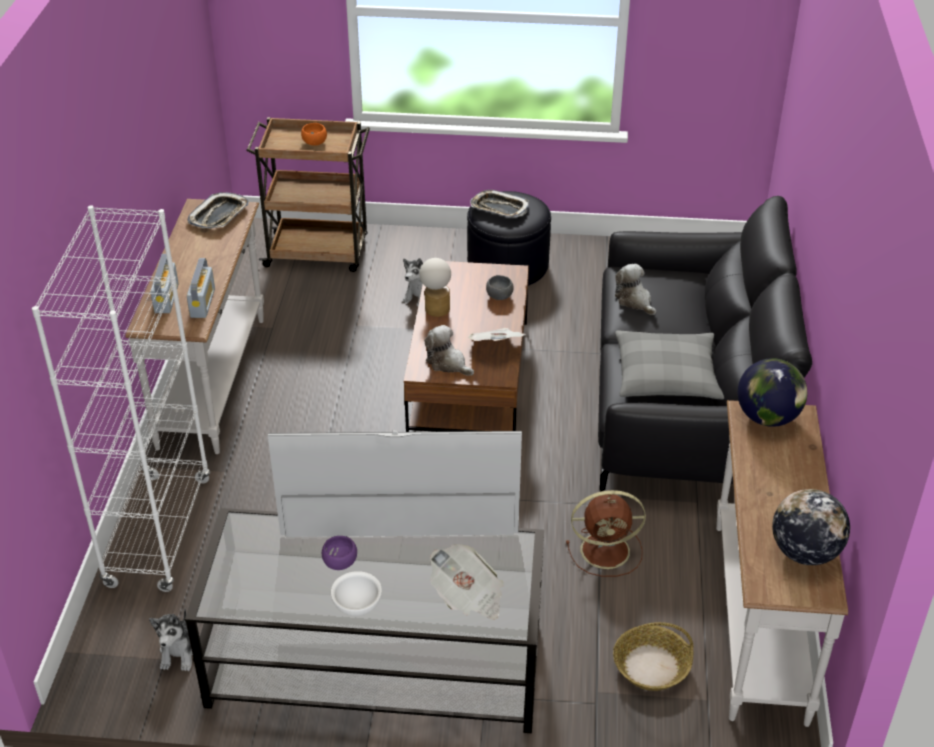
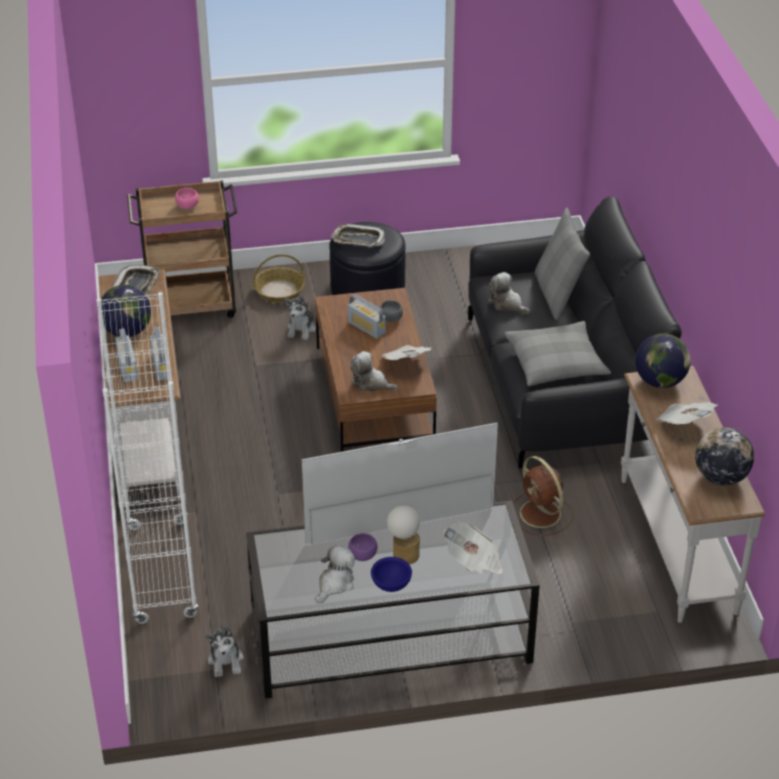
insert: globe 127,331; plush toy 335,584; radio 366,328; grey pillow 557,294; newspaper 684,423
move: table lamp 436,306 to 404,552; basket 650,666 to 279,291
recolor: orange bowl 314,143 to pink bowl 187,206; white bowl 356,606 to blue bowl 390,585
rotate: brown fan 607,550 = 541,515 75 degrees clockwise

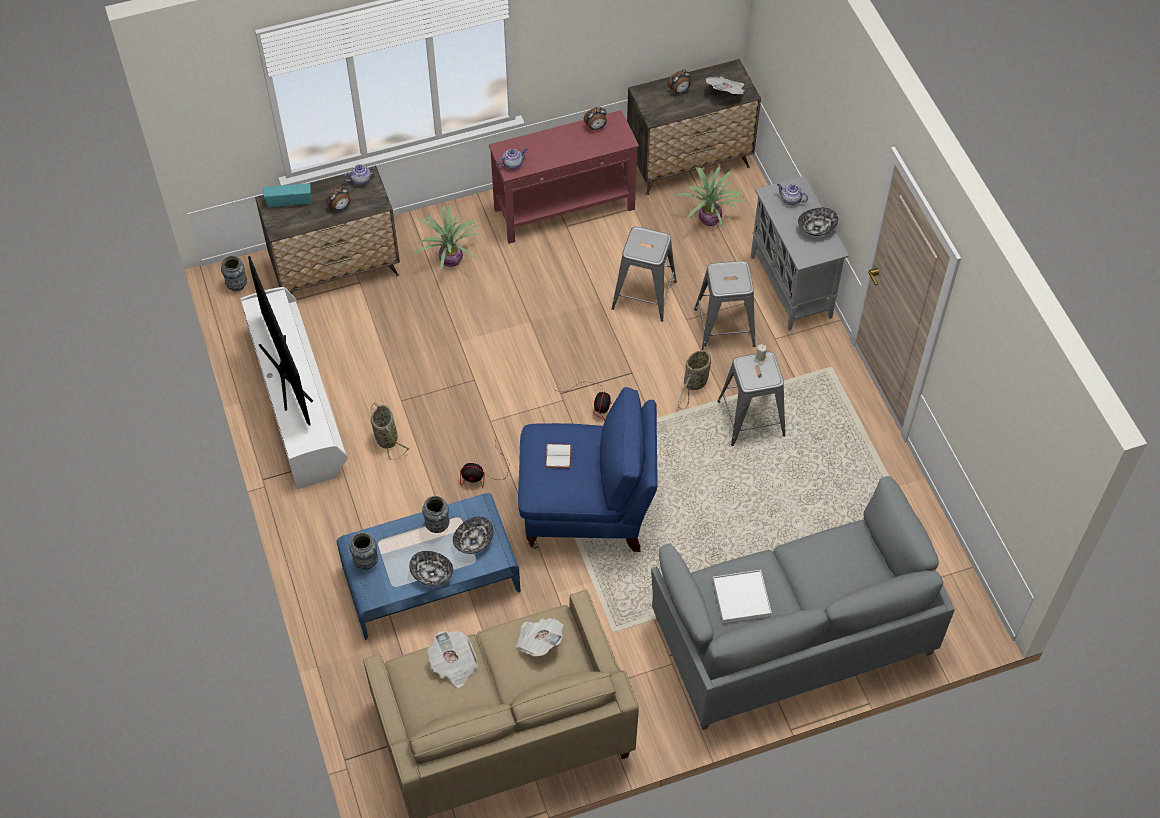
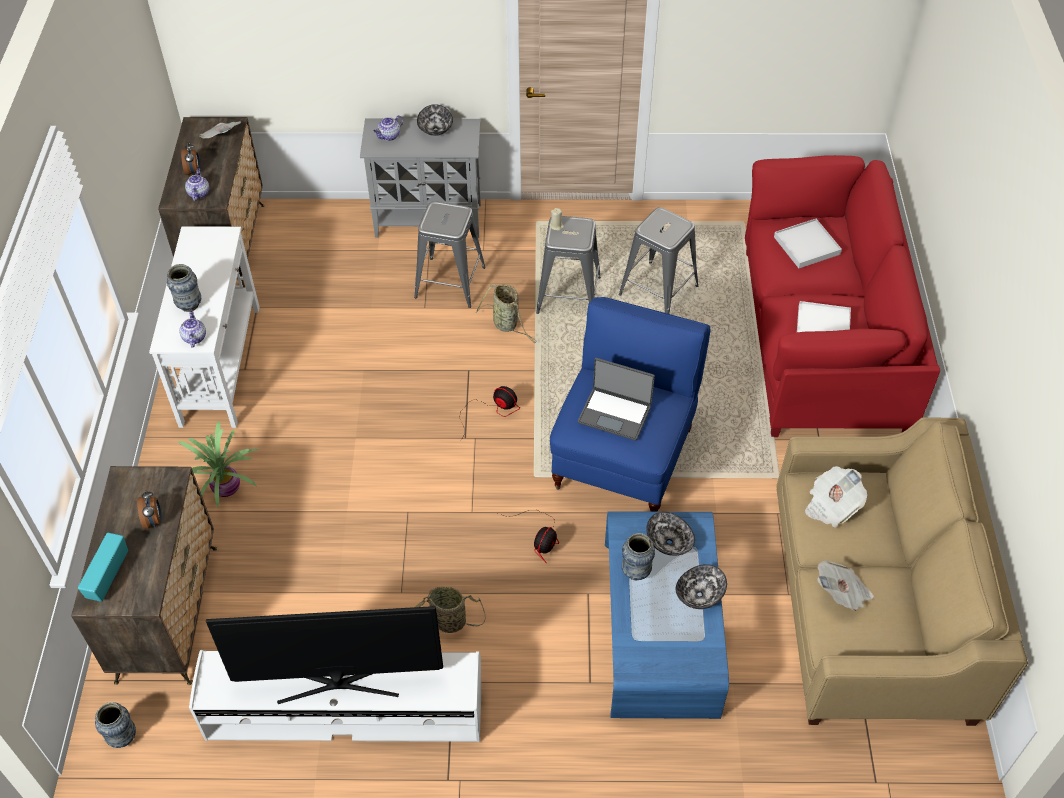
delete: alarm clock 596,127; potted plant 710,219
insert: white tray 807,245
move: teapot 361,180 to 198,193; vase 366,562 to 189,305; grey stool 643,295 to 658,291
replace: white book 559,457 to laptop 615,413
recolor: red console table 565,209 to white console table 221,364; grey sofa 792,634 to red sofa 821,339

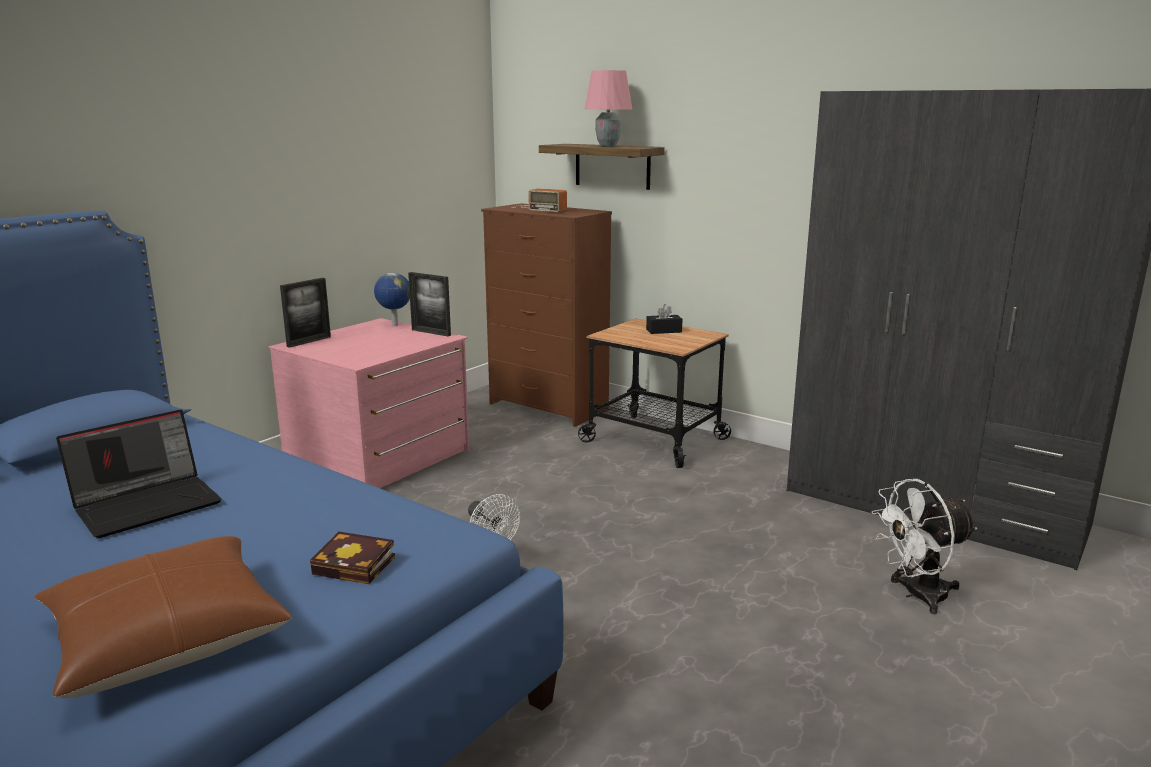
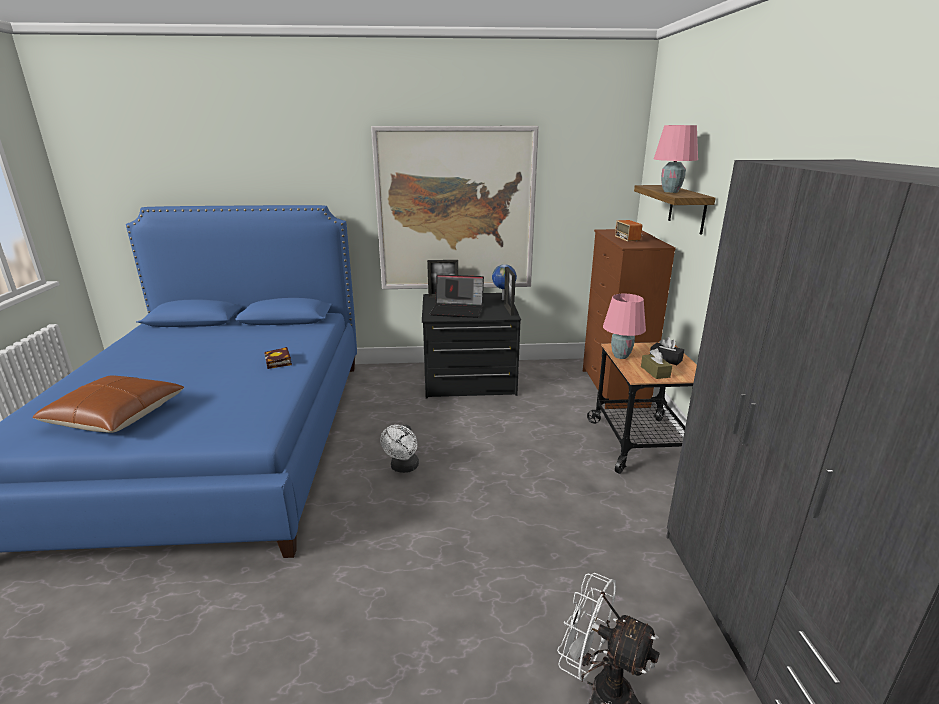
insert: picture 456,210; pink table lamp 620,356; brown tissue box 655,372
move: laptop 149,504 to 458,310; book 358,565 to 279,362
recolor: pink dresser 380,458 to black dresser 469,379

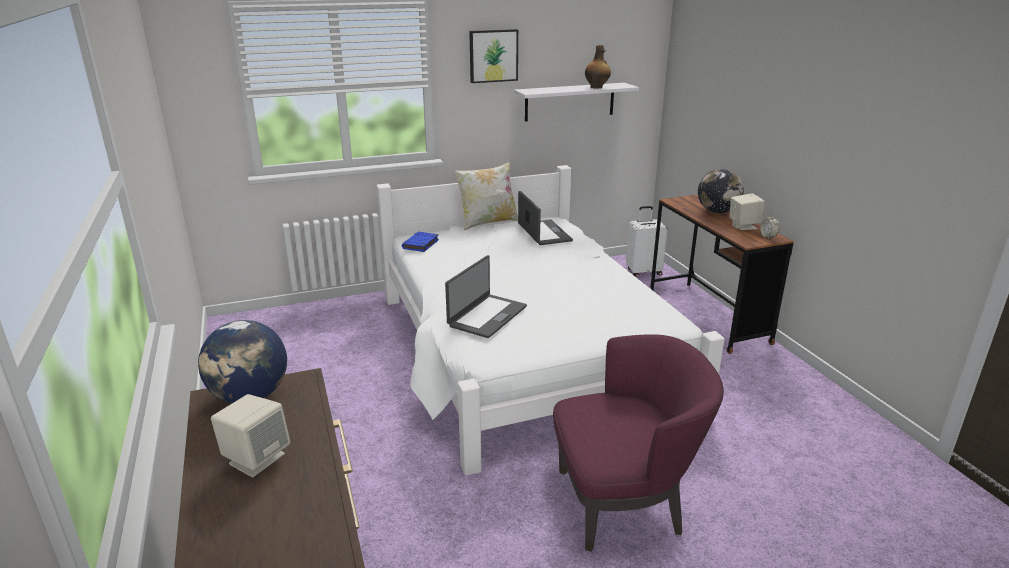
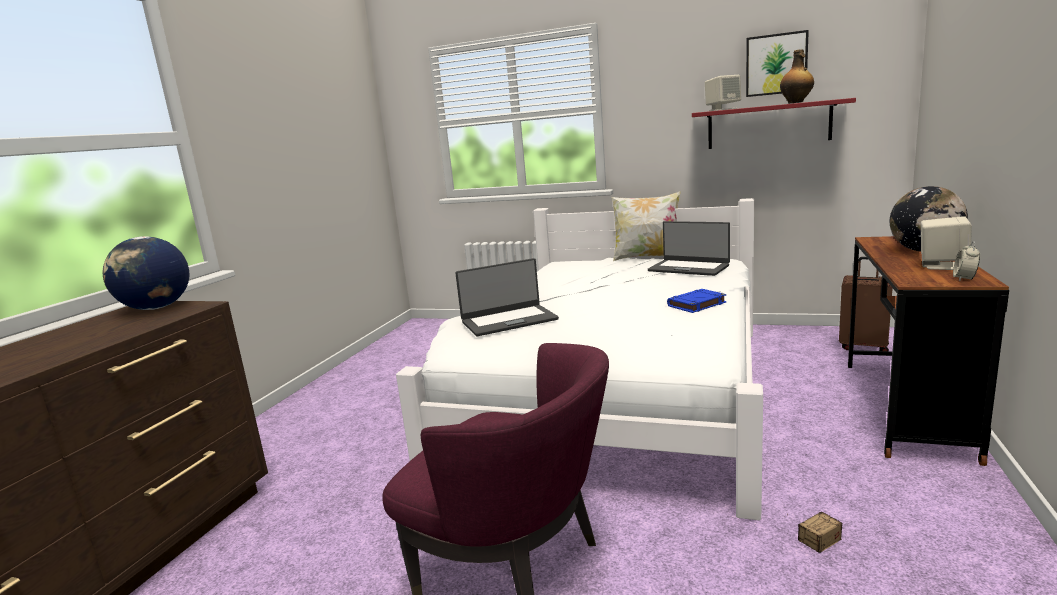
insert: storage box 803,550
move: beige speaker 256,458 to 722,109; blue book 420,244 to 696,304; picture 493,55 to 776,64
recolor: white shelf 569,101 to red shelf 768,125; white suitcase 643,272 to brown suitcase 863,346
rotate: laptop 543,233 = 689,268 105 degrees clockwise

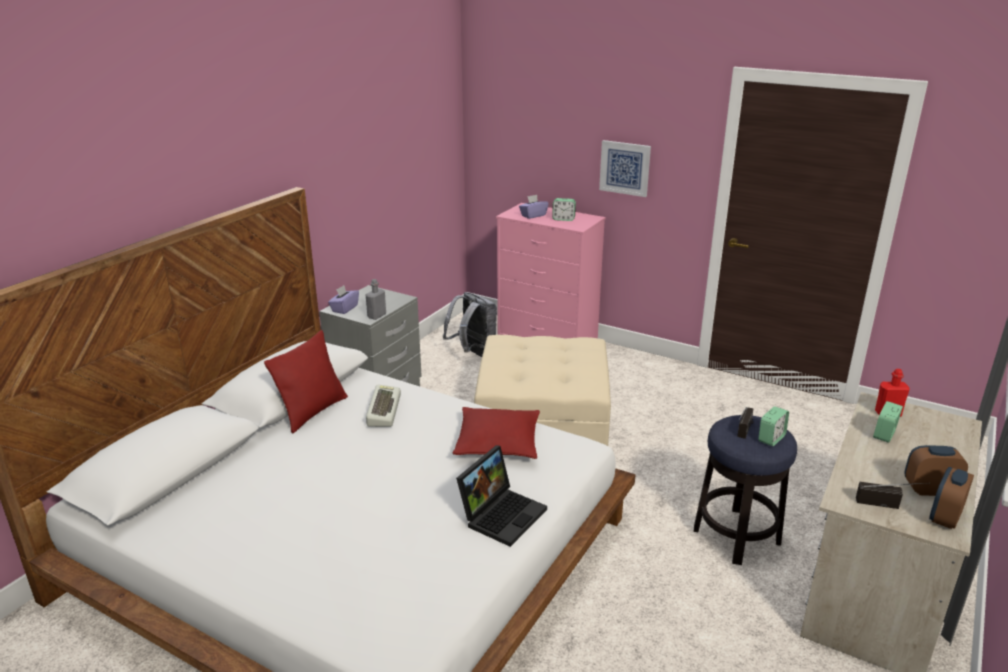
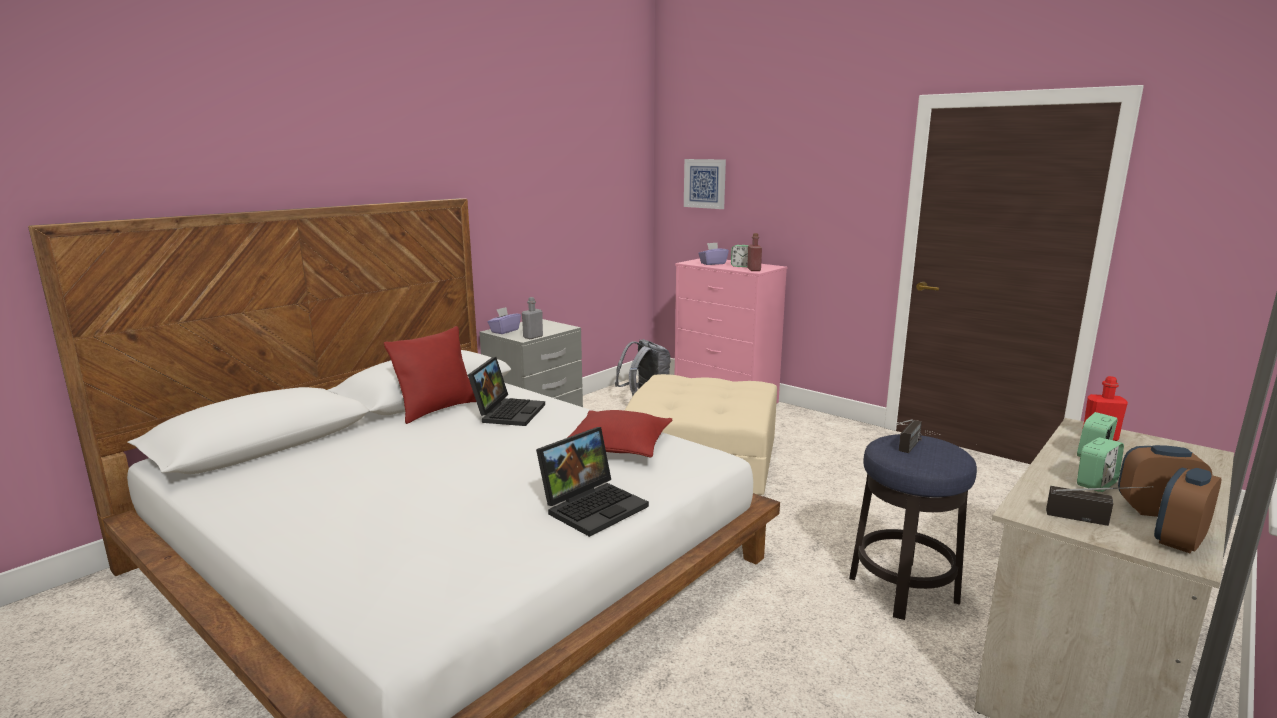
insert: red bottle 754,270
move: picture 625,168 to 705,183; alarm clock 771,438 to 1096,484
replace: keyboard 382,410 to laptop 508,412

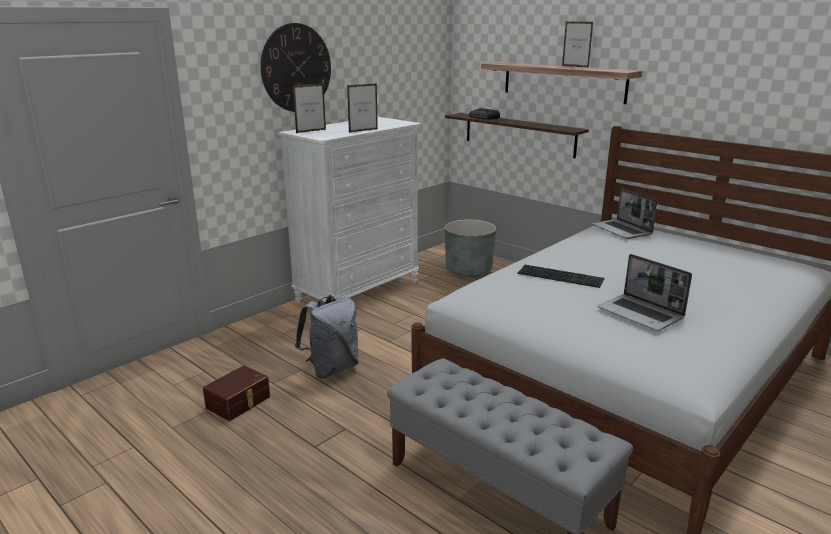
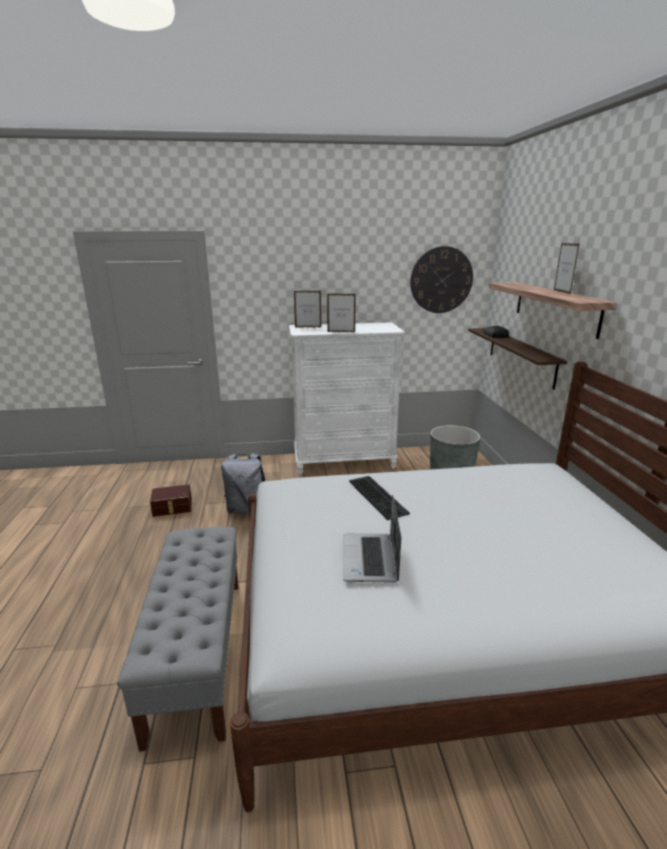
delete: laptop 622,230
move: wall clock 296,68 to 441,280

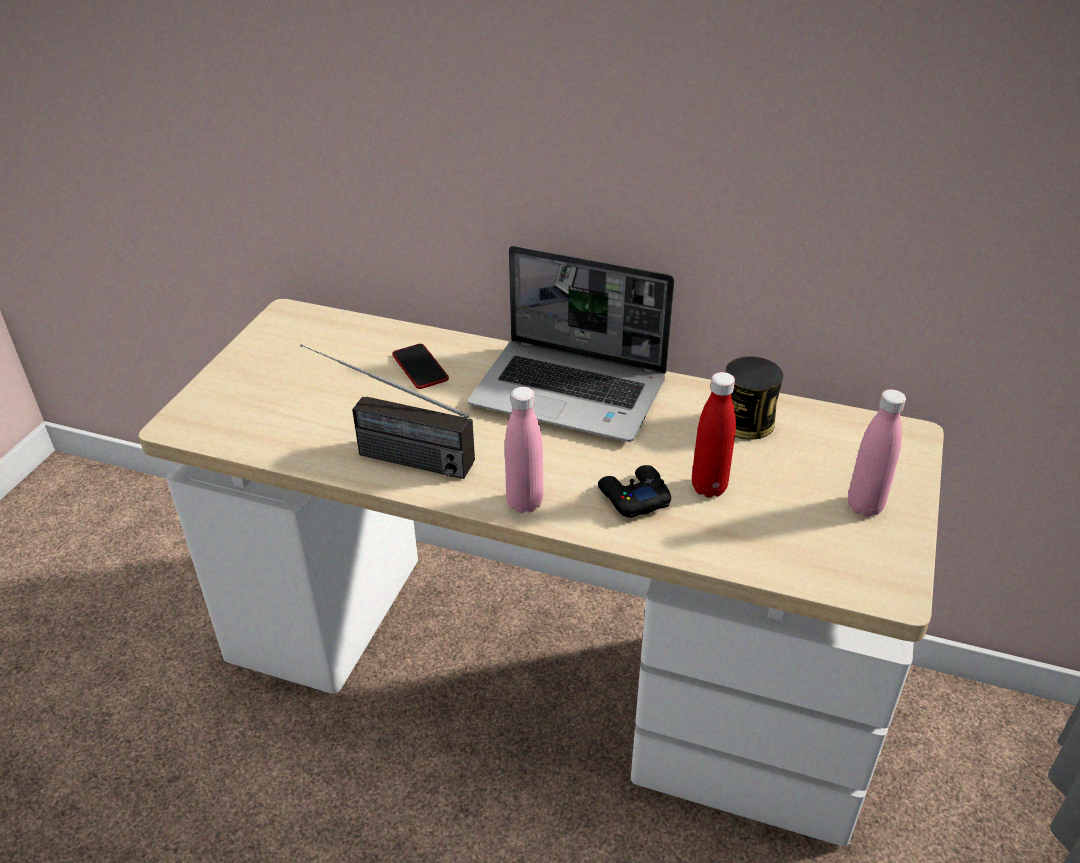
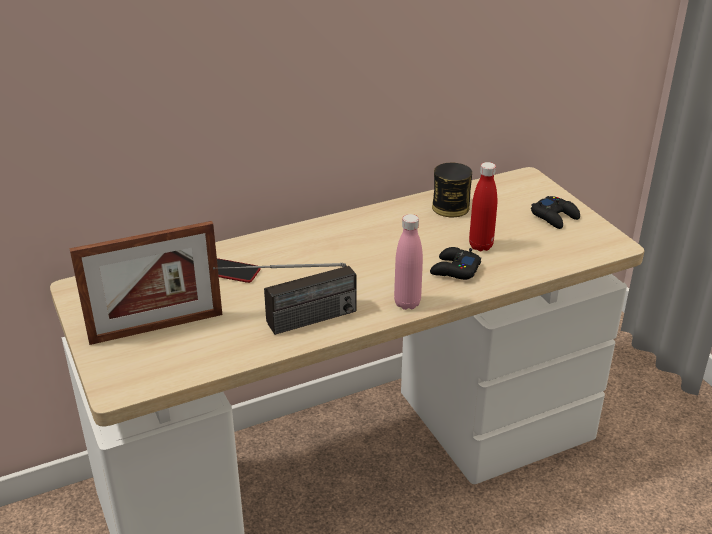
delete: laptop 572,392
insert: picture frame 156,328
replace: pink bottle 864,506 to black game controller 555,217

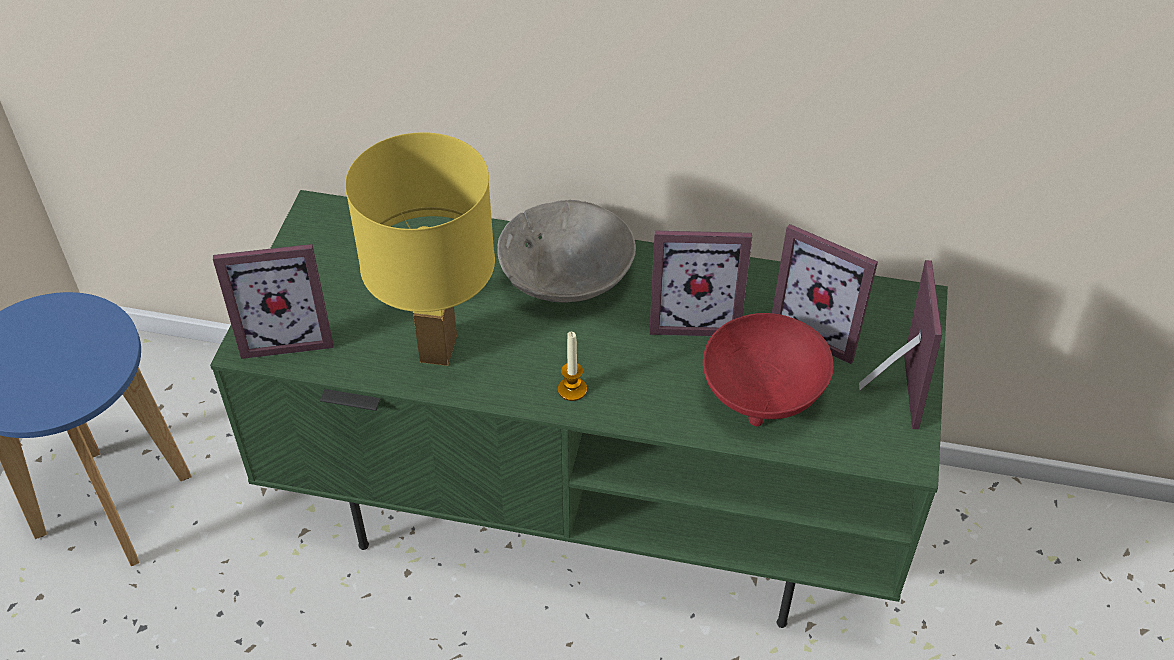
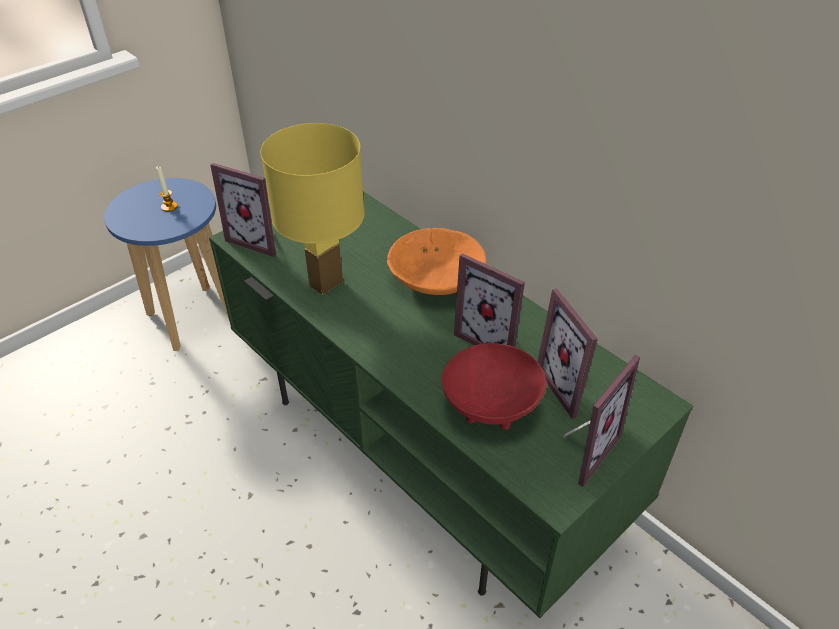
move: candle 572,389 to 169,207
recolor: grey bowl 567,274 to orange bowl 437,279

